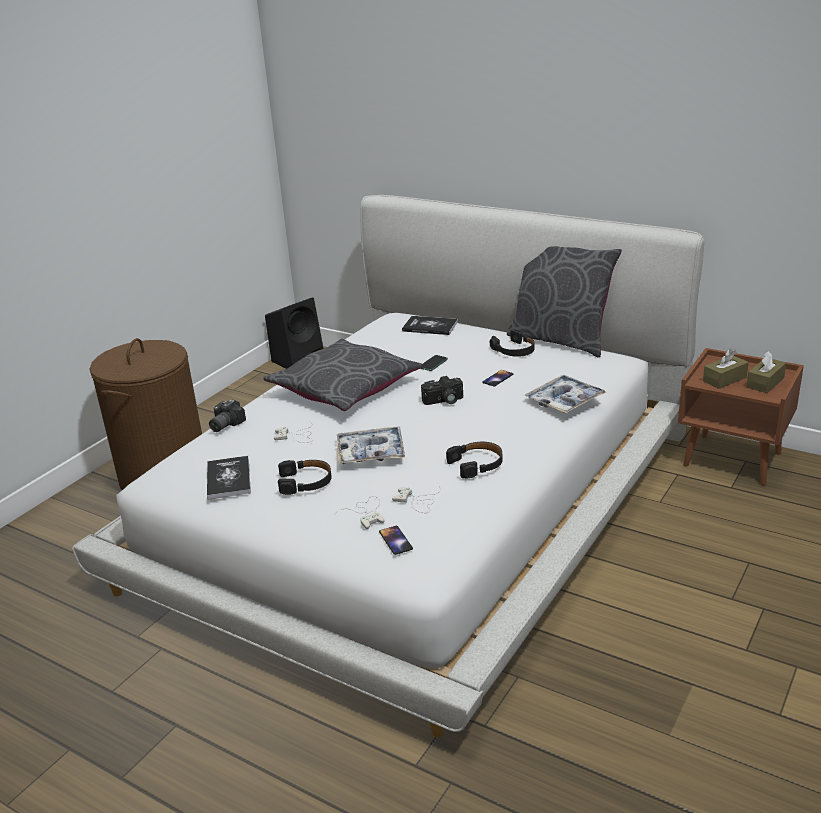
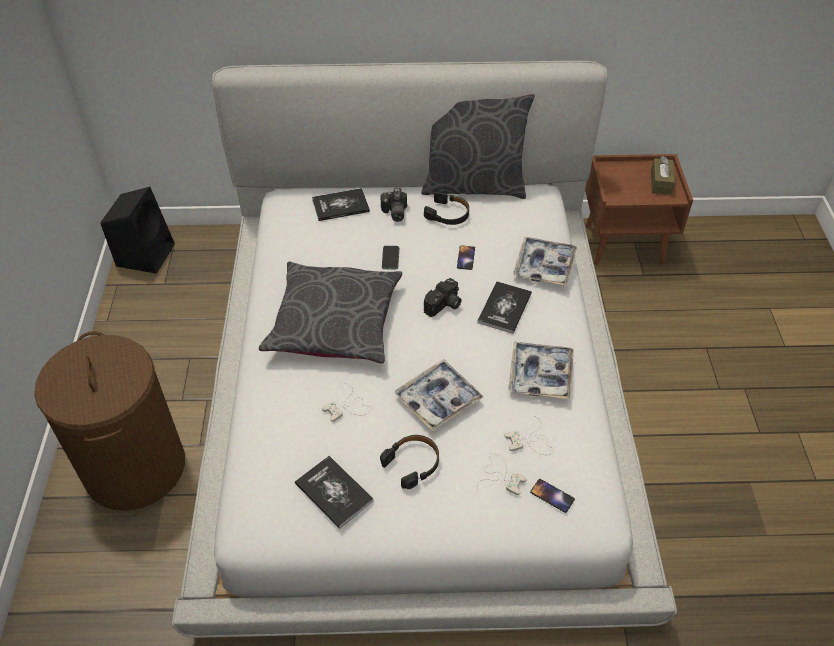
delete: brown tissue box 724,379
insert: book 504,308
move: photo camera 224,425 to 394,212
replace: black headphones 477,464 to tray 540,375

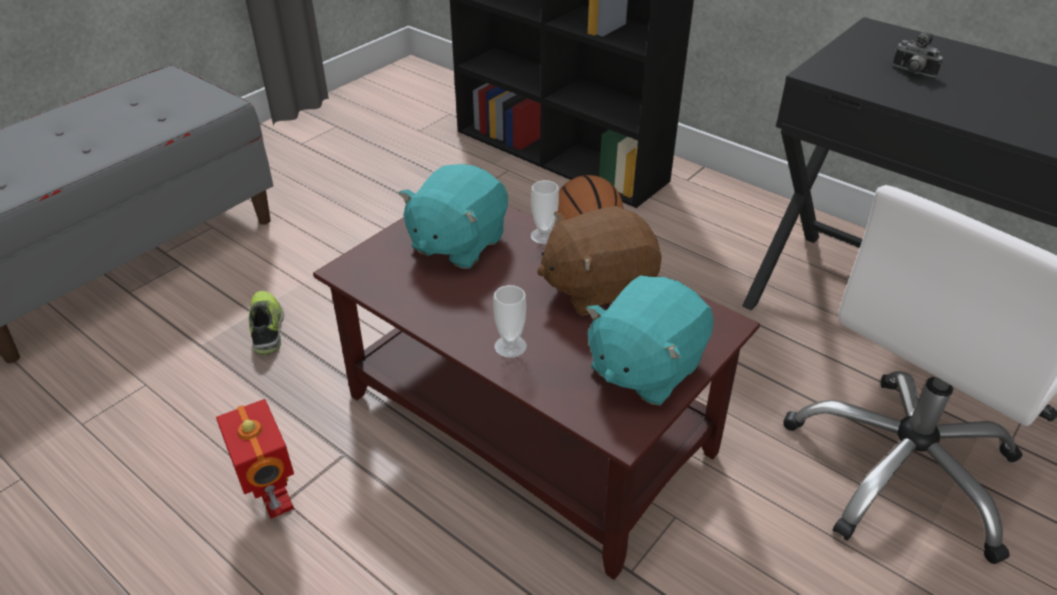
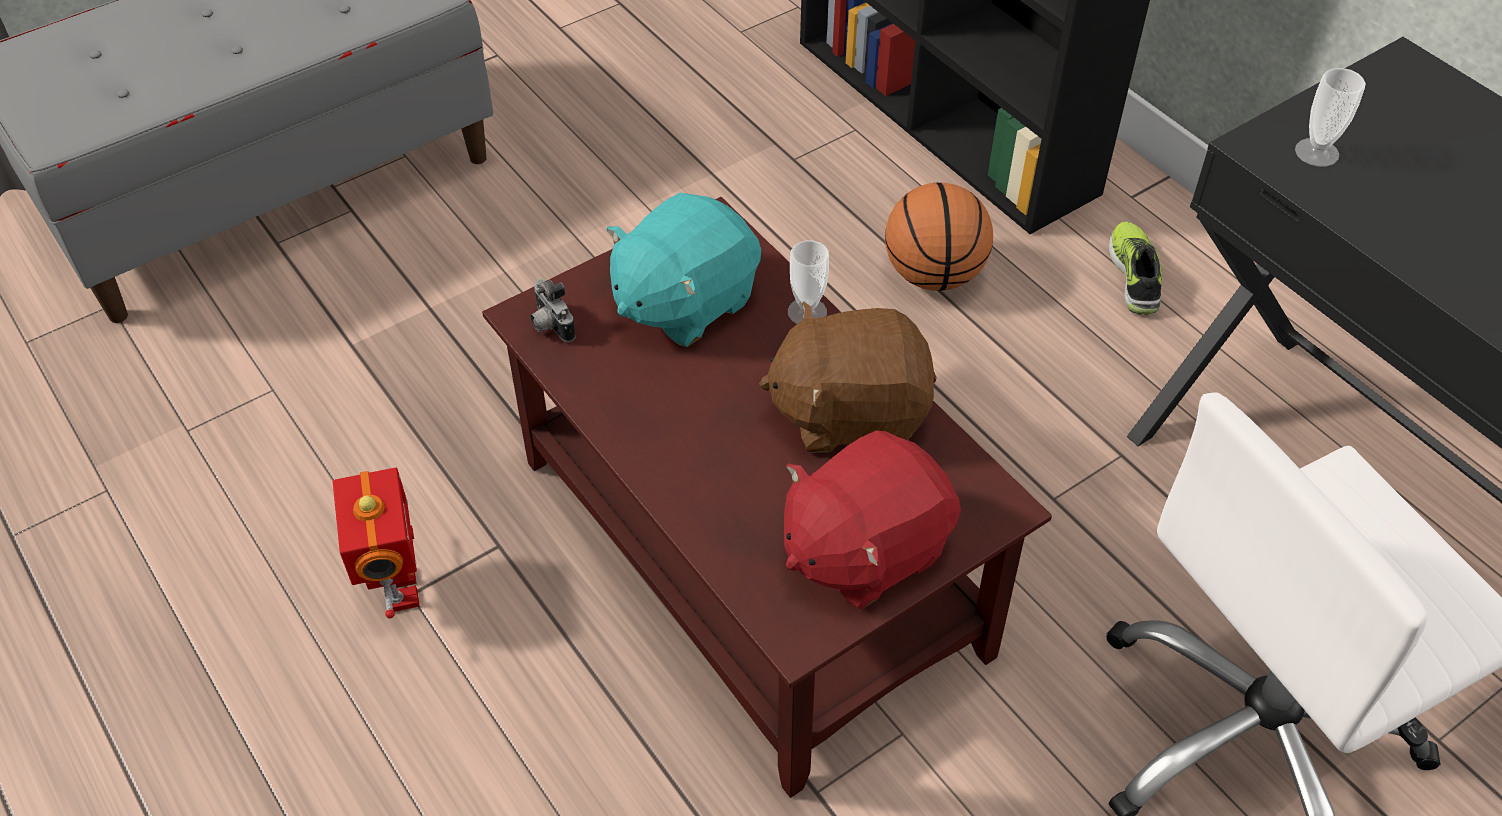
move: shoe 268,327 to 1135,275; cup 510,346 to 1316,152; photo camera 912,72 to 550,325
recolor: turquoise plush toy 644,367 to red plush toy 863,549

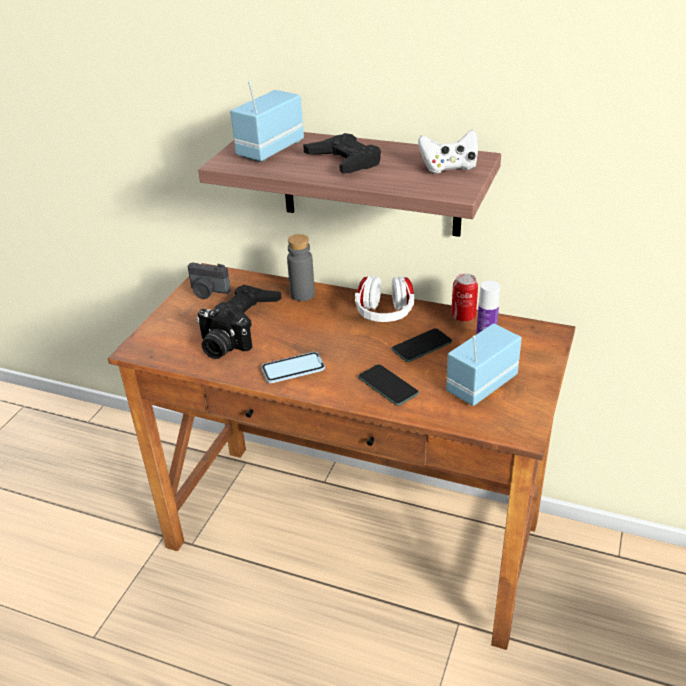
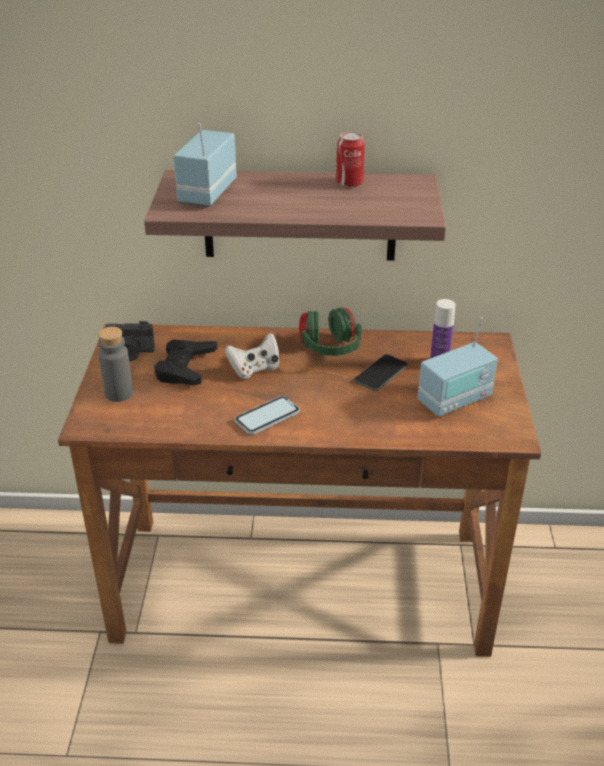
delete: photo camera 221,348; black game controller 345,161; phone 388,385
move: grey bottle 302,294 to 119,393; white game controller 449,168 to 255,369; can 463,316 to 349,183
recolor: white headphones 385,316 to green headphones 330,350
rotate: radio 481,385 = 455,400 150 degrees counterclockwise

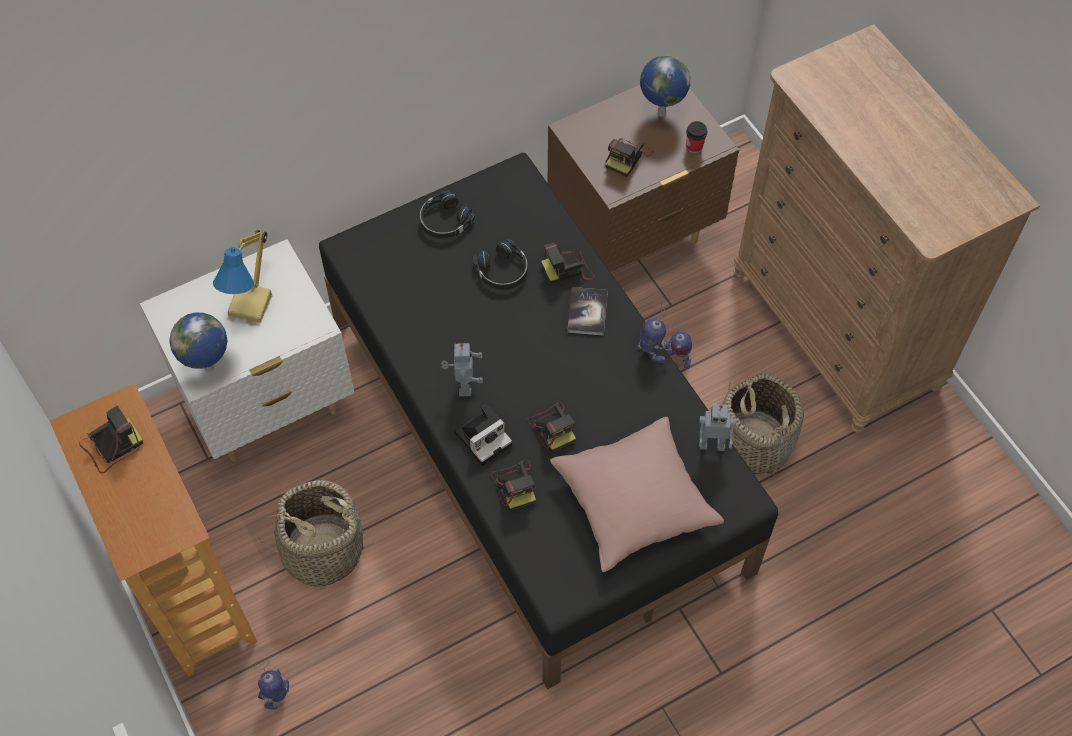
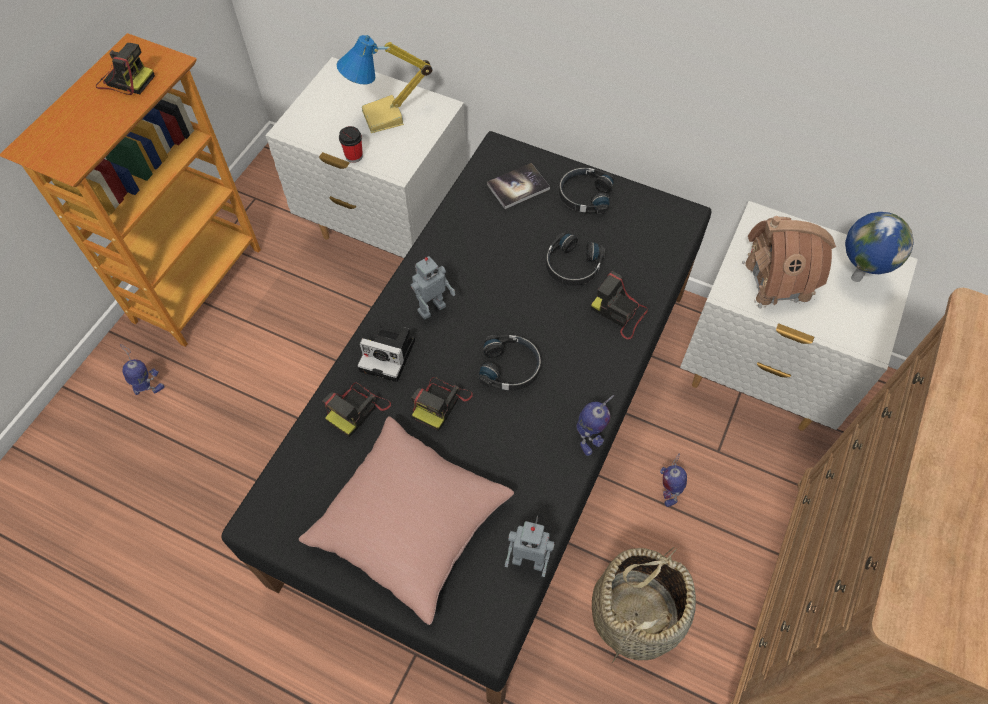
delete: globe 210,368; basket 322,550
insert: black headphones 510,367
move: book 587,312 to 518,187; cup 694,147 to 354,156
replace: photo camera 627,158 to toy house 777,281
recolor: brown nightstand 633,236 to white nightstand 758,376
rotate: toy robot 712,443 = 529,558 45 degrees counterclockwise

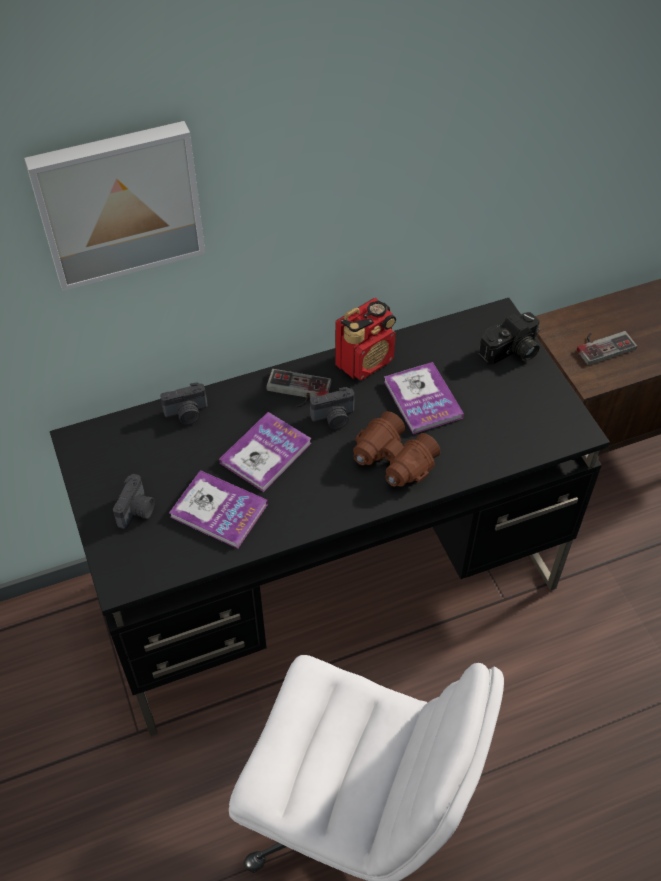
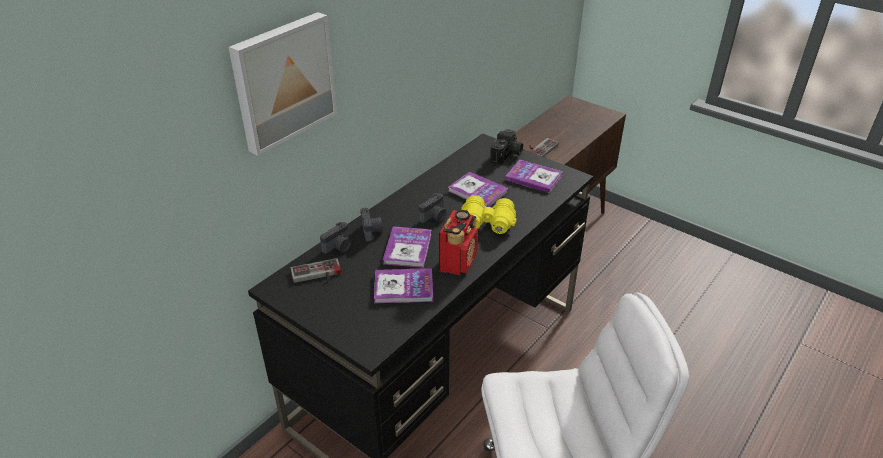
insert: book 533,177
move: photo camera 137,511 to 372,231; game controller 297,392 to 317,275; radio 365,361 to 458,262
recolor: brown binoculars 393,461 to yellow binoculars 487,225

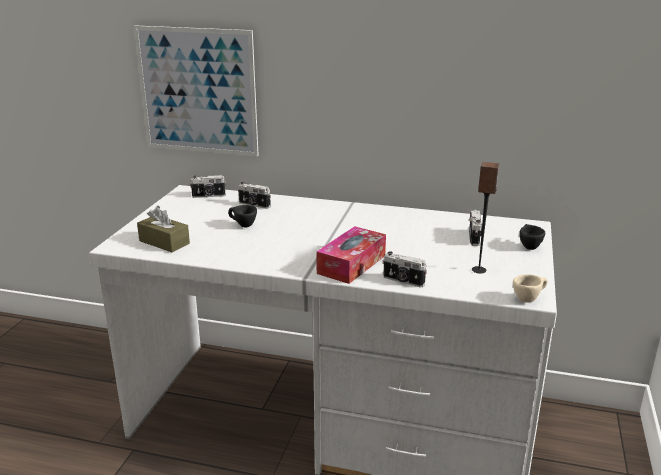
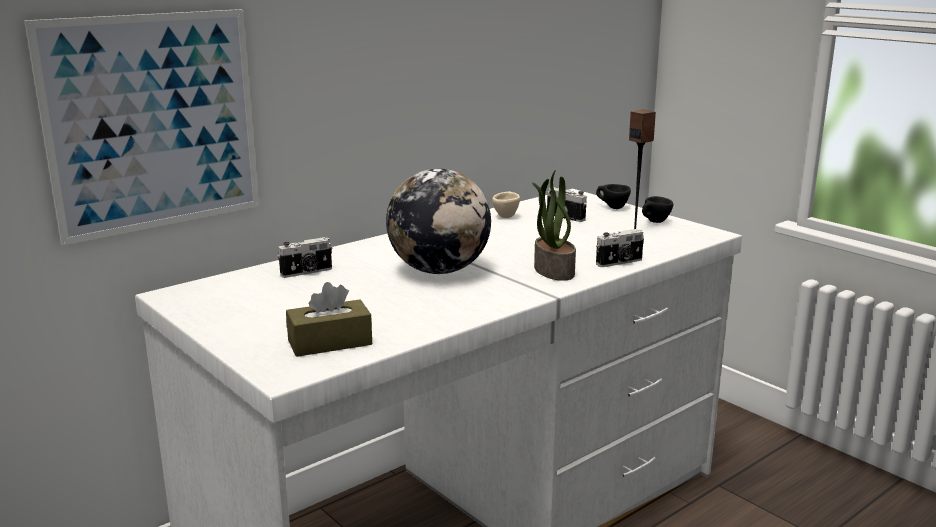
delete: photo camera 208,196
insert: globe 439,270
move: black cup 242,225 to 654,222; beige cup 529,299 to 506,215
replace: tissue box 351,264 to potted plant 553,271

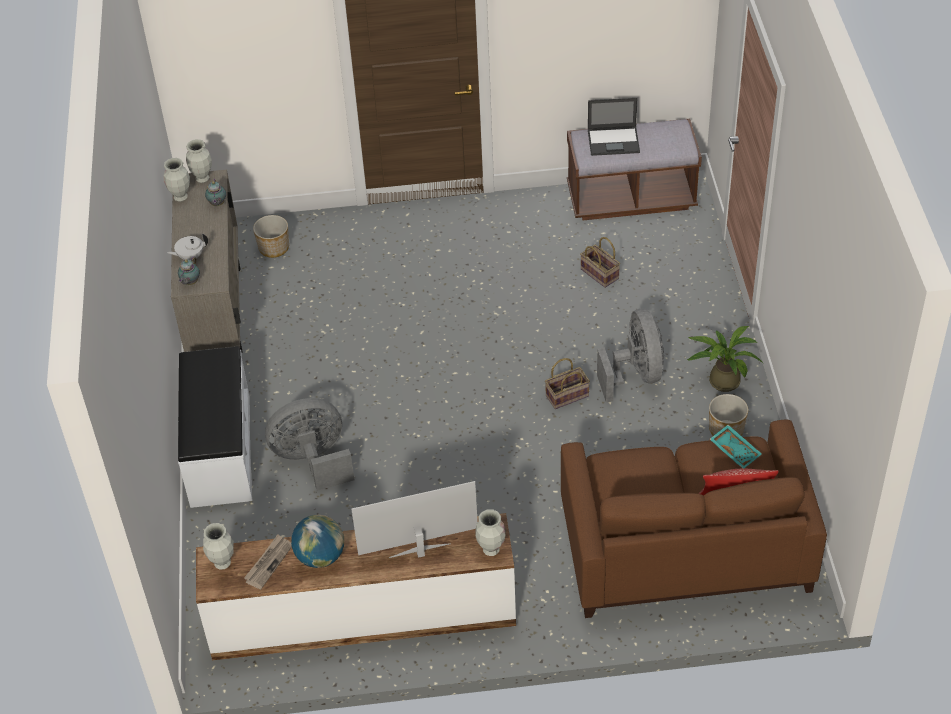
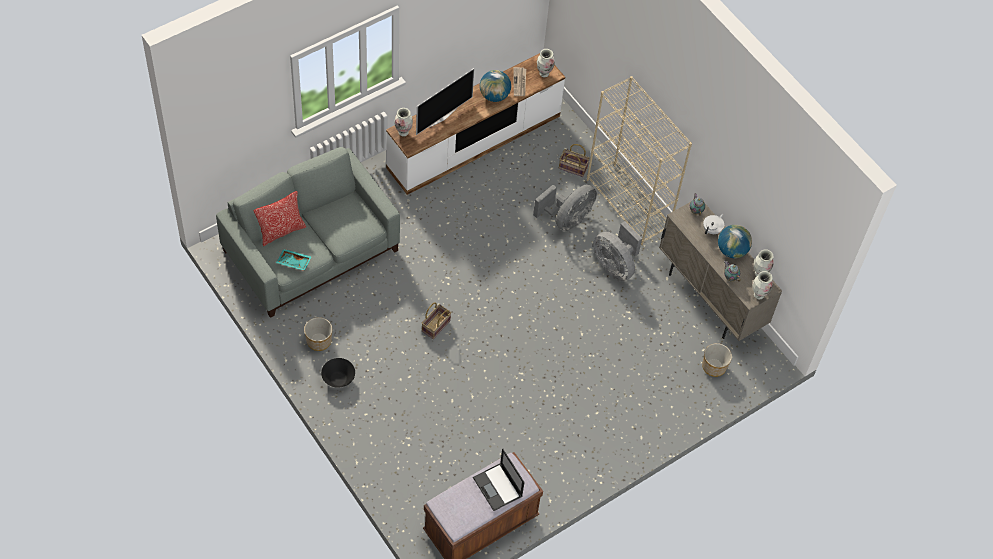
insert: globe 732,250
move: basket 601,274 to 572,168; grey fan 635,375 to 615,265
replace: white bench 219,450 to beige bookcase 628,204; potted plant 721,379 to black bowl 338,379
recolor: brown sofa 684,545 to grey sofa 311,251
rotate: laptop 614,141 = 498,487 90 degrees counterclockwise

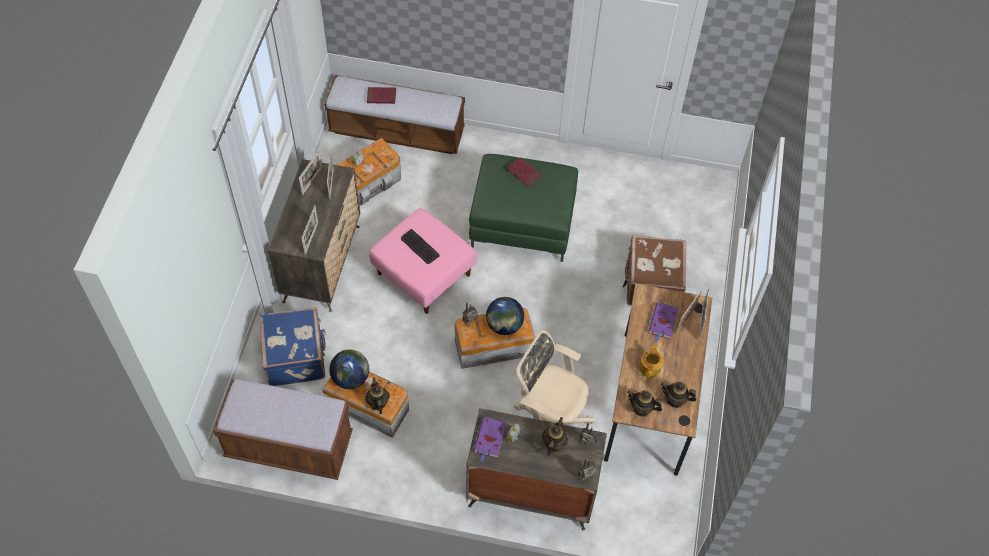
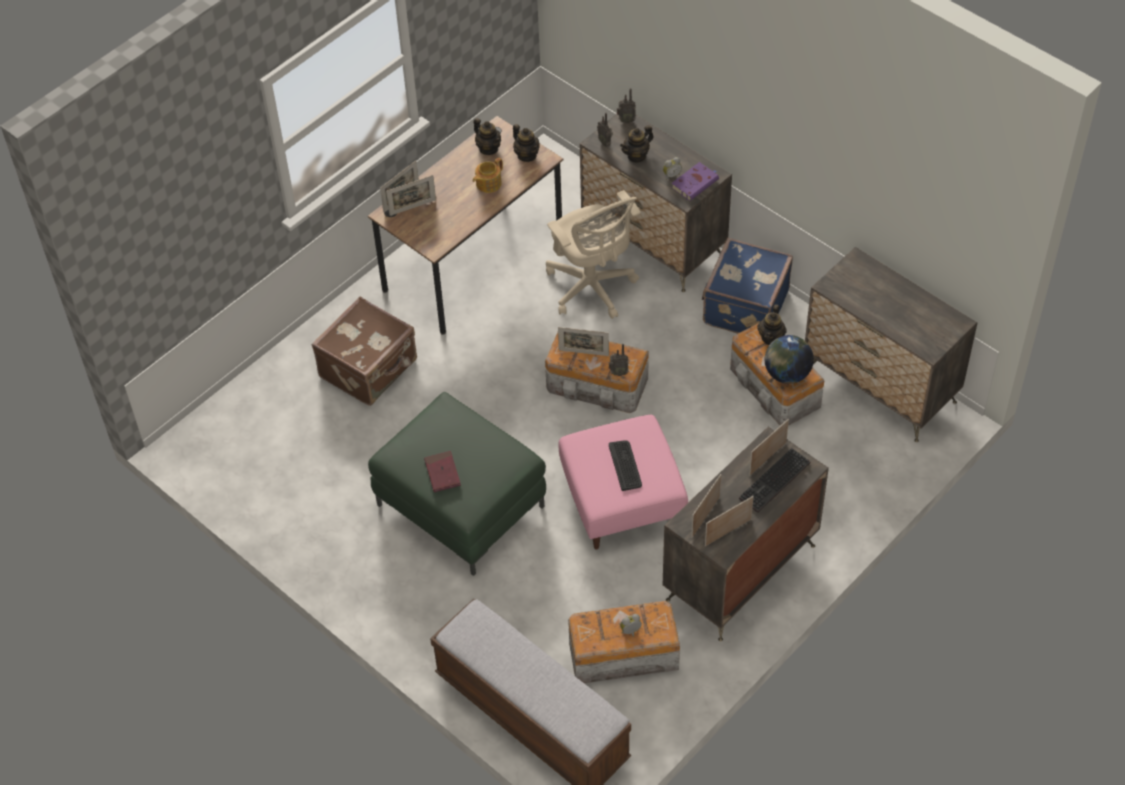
delete: red book 381,96; purple book 663,323
insert: keyboard 775,483
move: blue suitcase 296,357 to 744,307
replace: brown bench 289,446 to dresser 881,386; globe 504,325 to picture frame 583,353

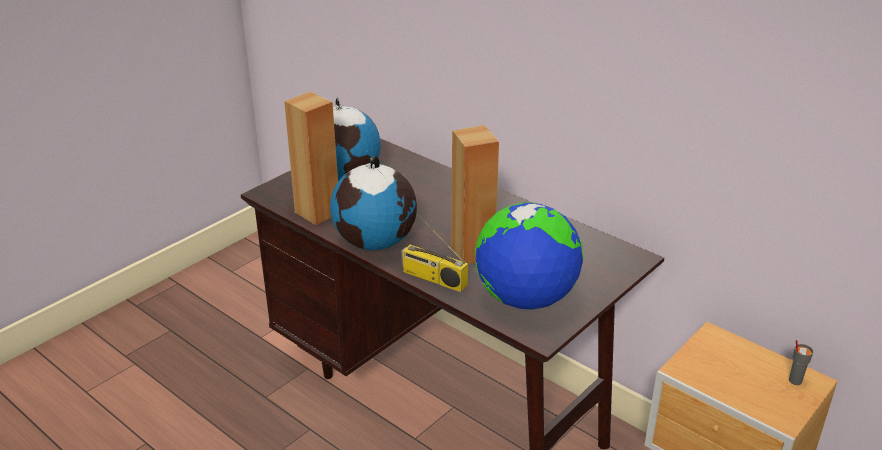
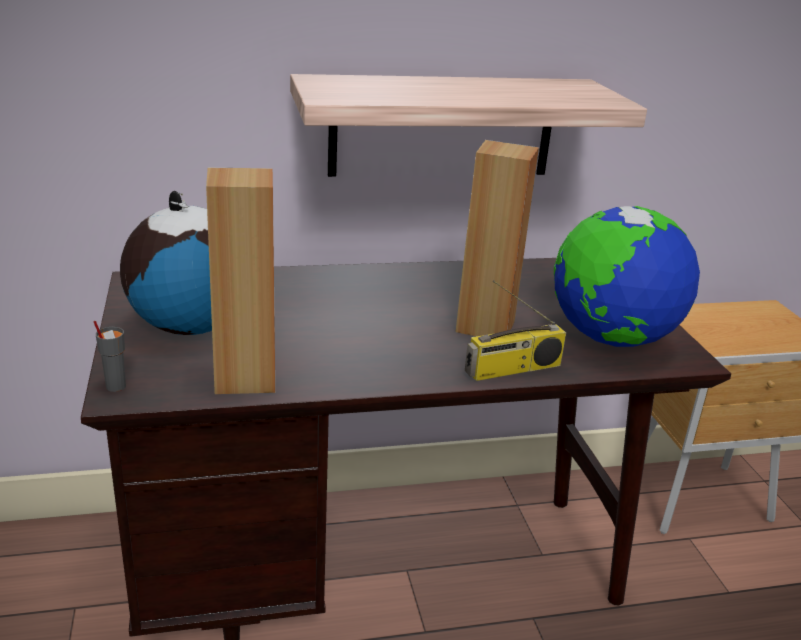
delete: globe 376,242
insert: shelf 442,126
move: grey cup 794,380 to 115,386

